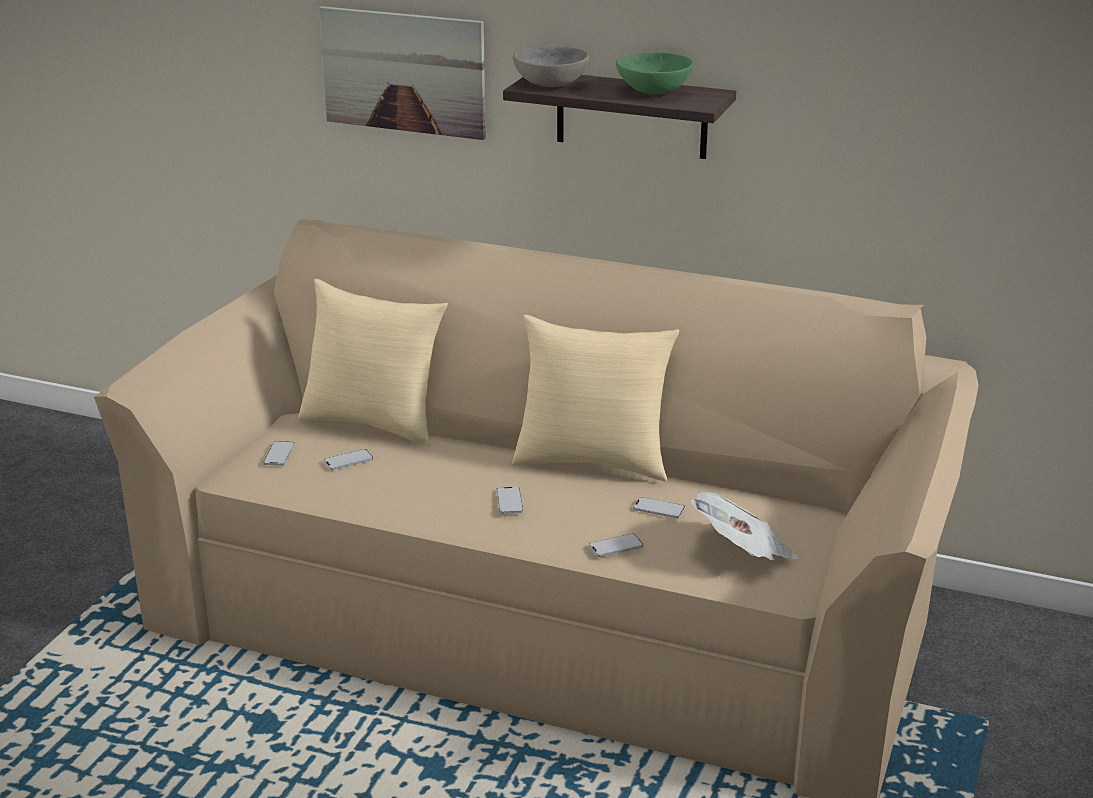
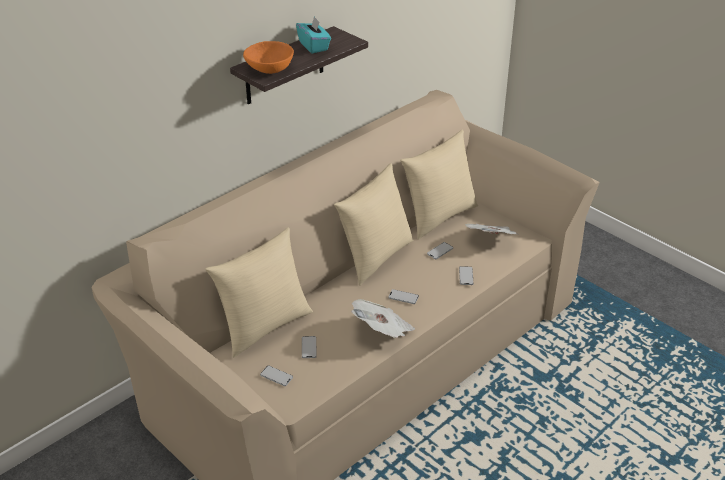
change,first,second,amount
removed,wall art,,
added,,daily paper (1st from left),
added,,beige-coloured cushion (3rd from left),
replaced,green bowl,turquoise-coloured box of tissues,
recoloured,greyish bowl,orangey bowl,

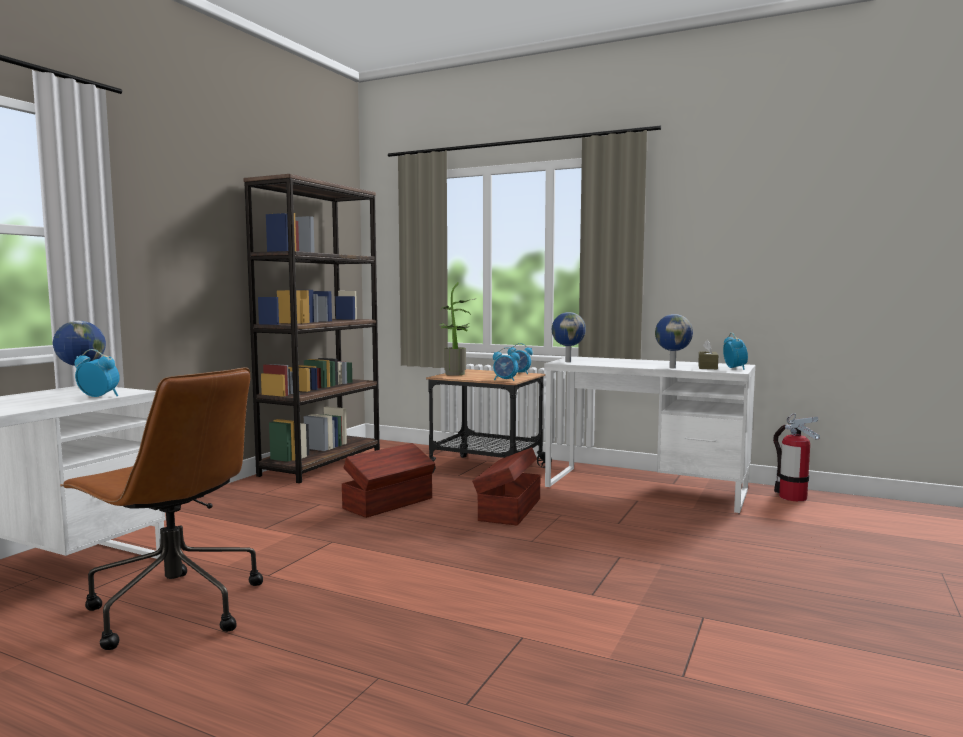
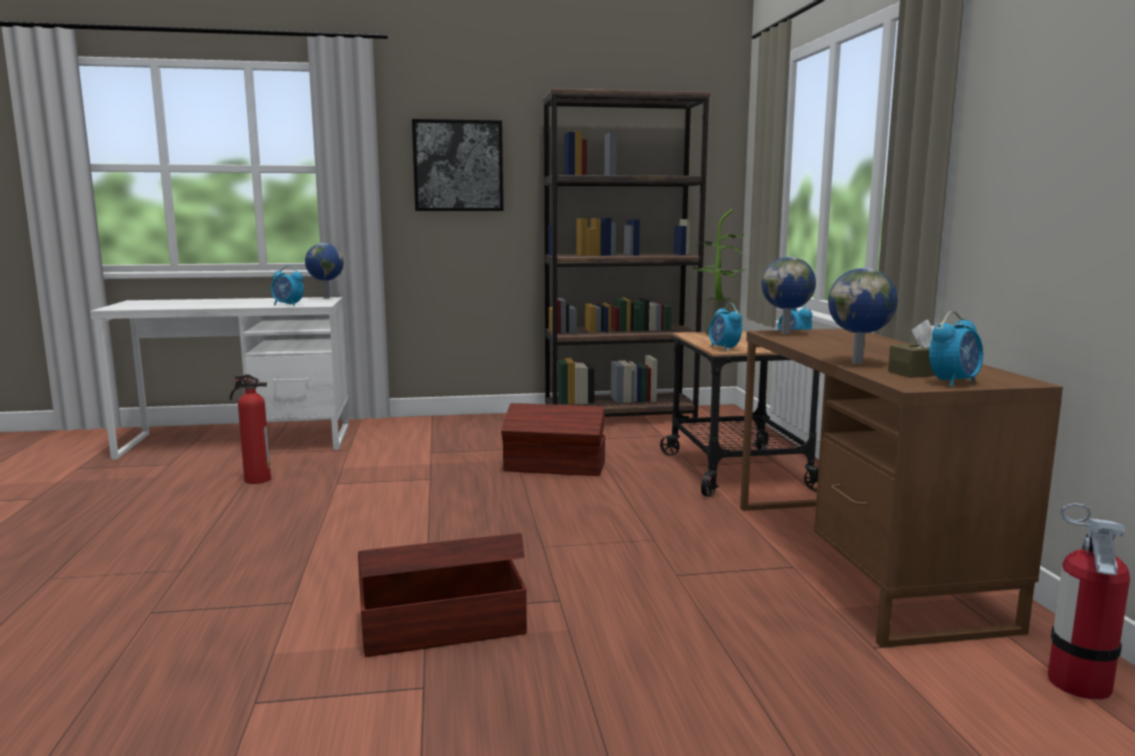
change,first,second,amount
added,,wall art,
moved,brown-coloured storage container (2nd from left in the first image),brown-coloured storage container (1st from left),
replaced,brown-coloured desk chair,fire-fighting cylinder (1st from left),
recoloured,white-coloured desk table (2nd from left),brown-coloured desk table,
turned,table clock (1st from left),,135 degrees clockwise

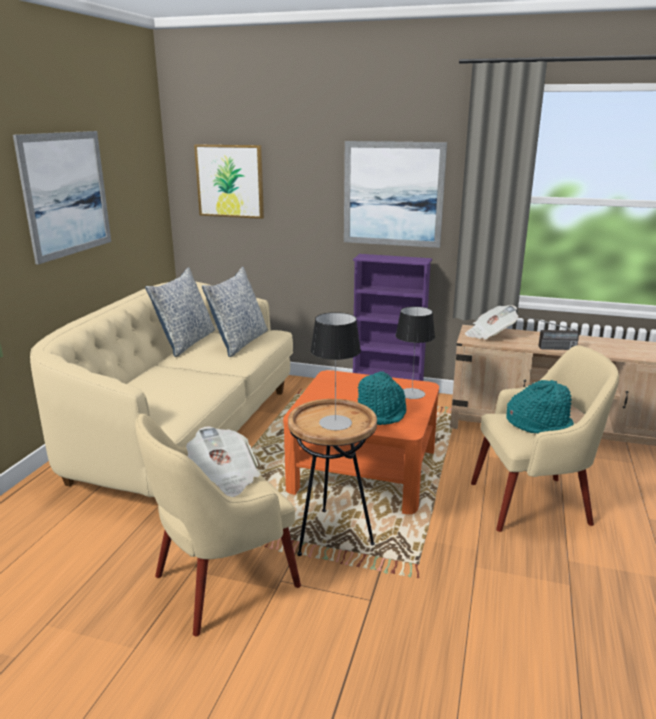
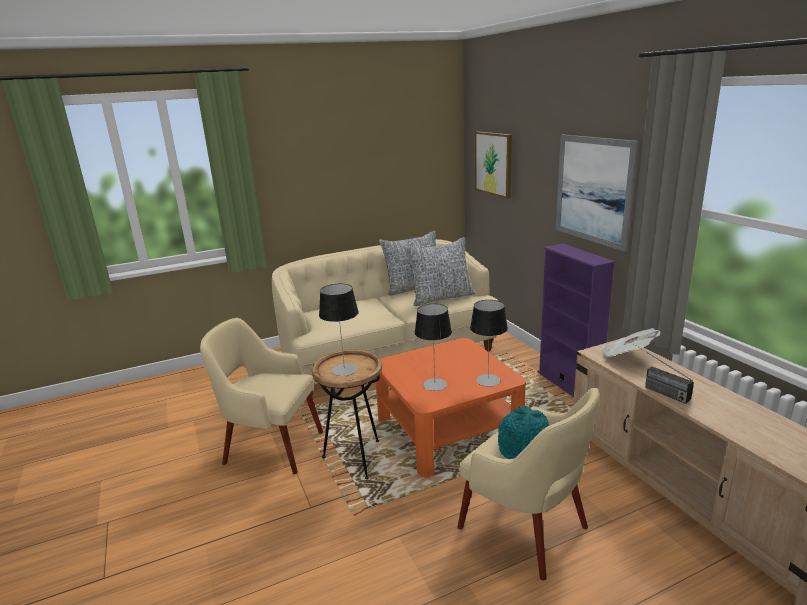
change,first,second,amount
removed,wall art (1st from left),,
removed,daily paper (1st from left),,
replaced,turquoise-coloured clothing hat (1st from left),lamp for a table (2nd from left),

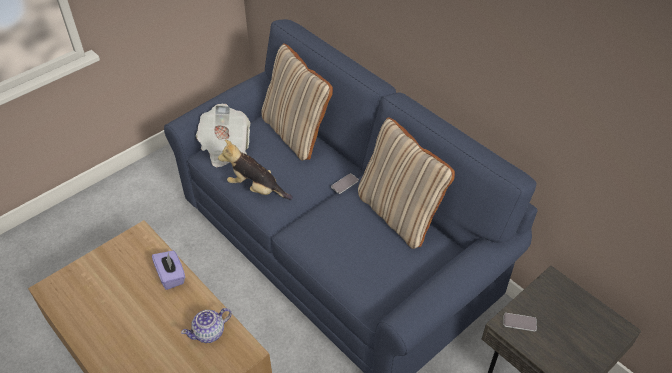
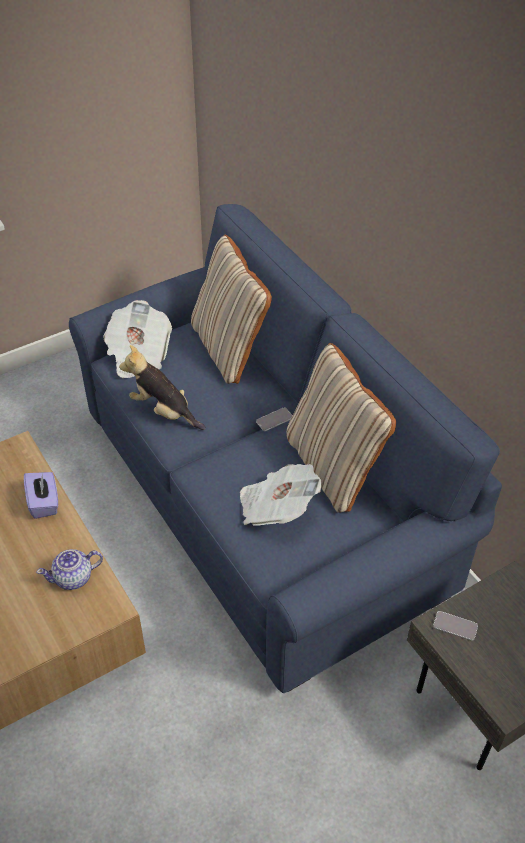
change,first,second,amount
added,,daily paper (2nd from left),

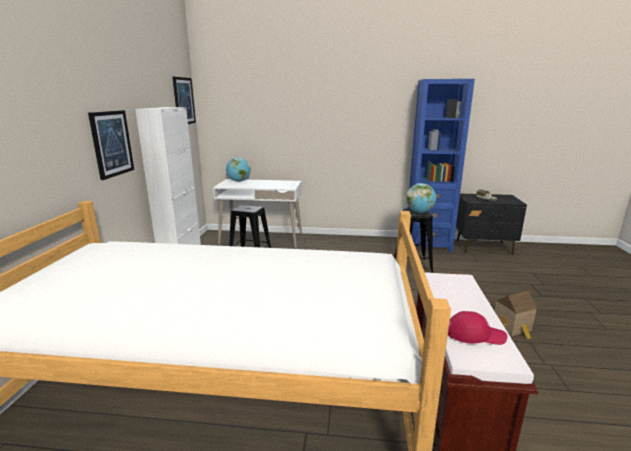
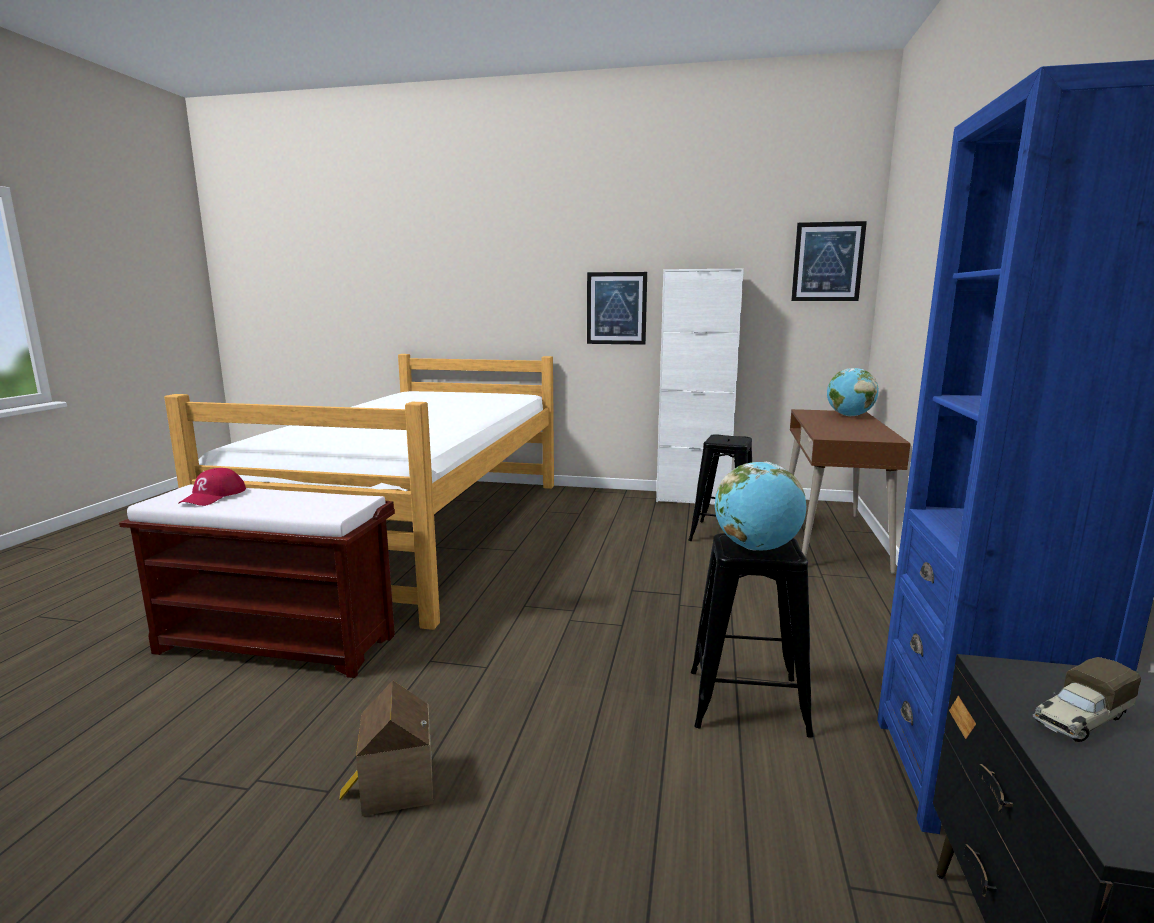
change,first,second,amount
recoloured,white-coloured desk table,brown-coloured desk table,

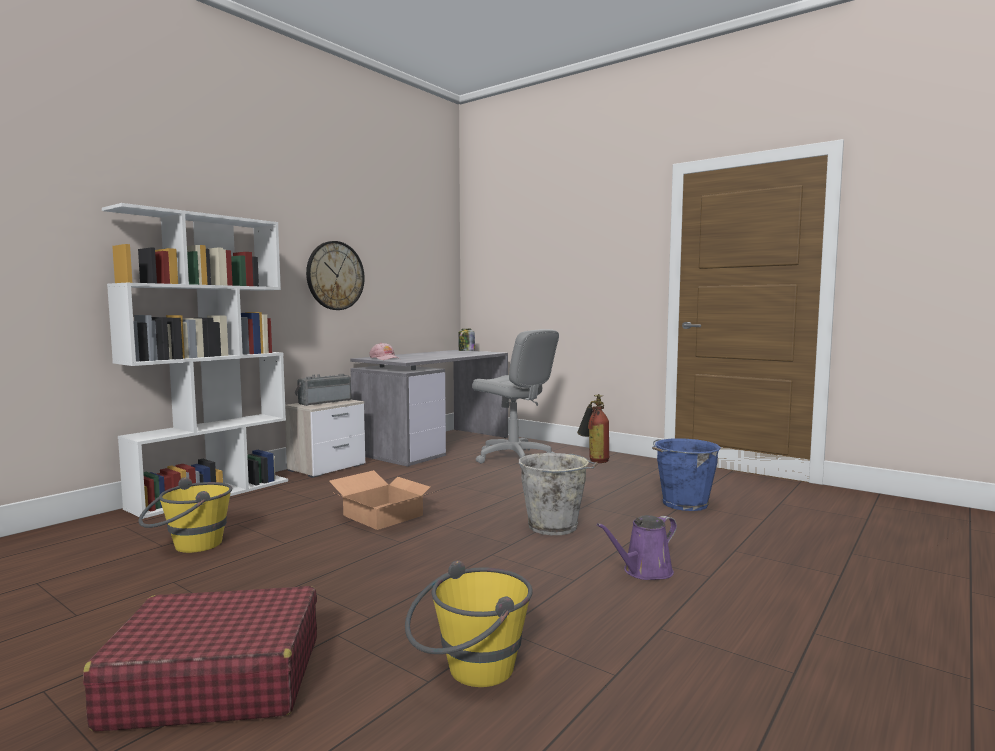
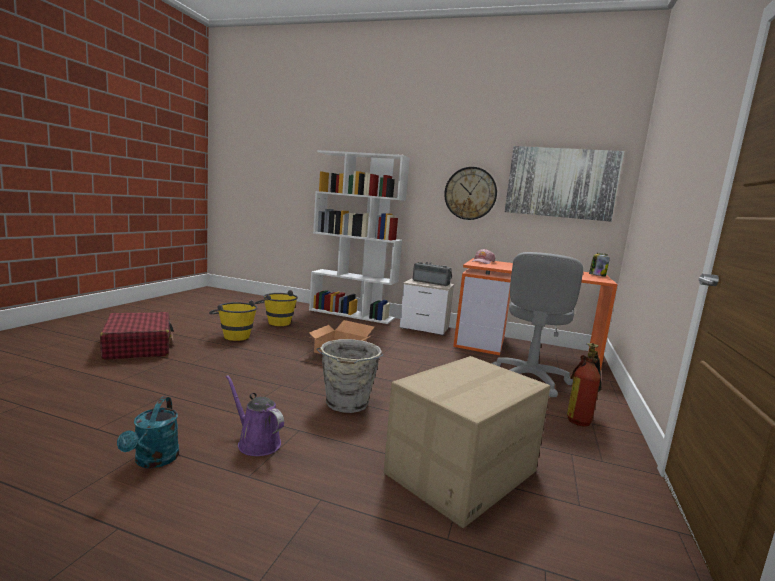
change,first,second,amount
added,,turquoise-coloured watering can,
added,,wall art,
moved,yellow-coloured bucket (2nd from left in the first image),yellow-coloured bucket (1st from left),
replaced,bluish bucket,carton (2nd from left),
recoloured,greyish desk table,orangey desk table,

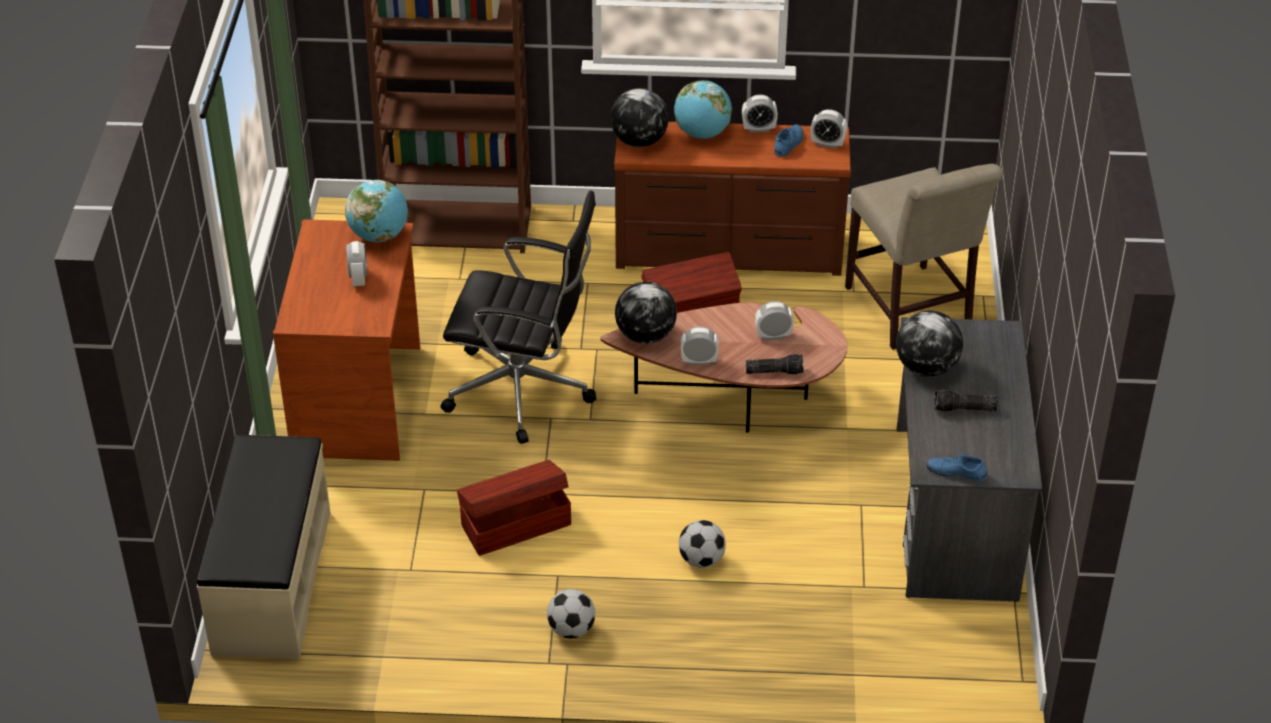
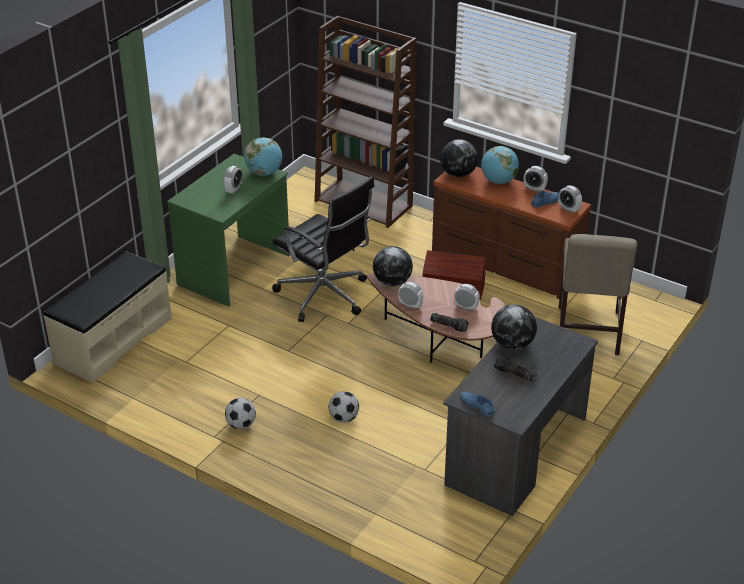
change,first,second,amount
removed,brown-coloured storage container (1st from left),,
recoloured,brown-coloured desk table,green desk table,

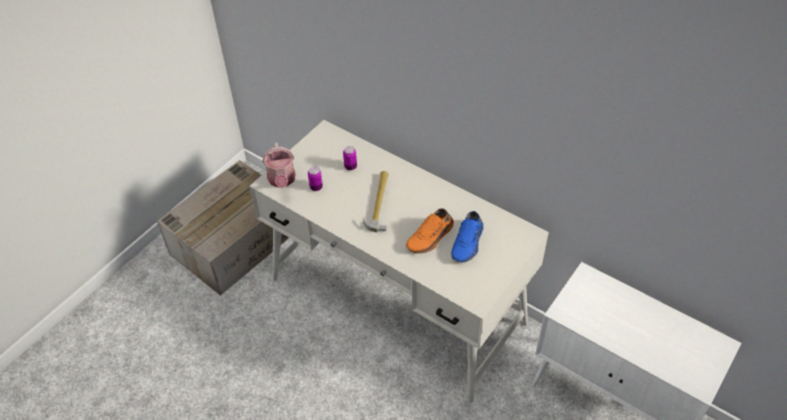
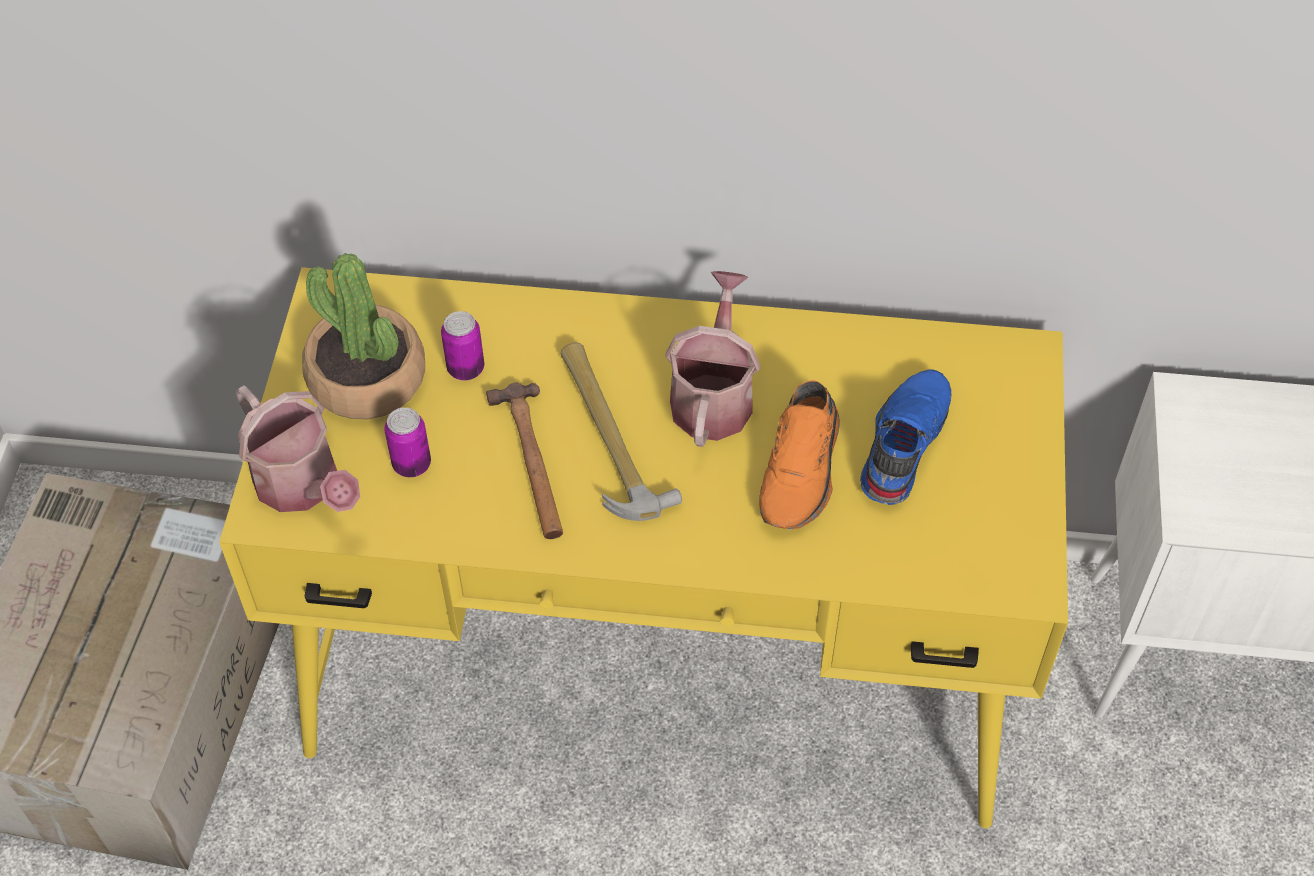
change,first,second,amount
added,,plant in a pot,
added,,hammer (1st from left),
added,,watering can (2nd from left),
recoloured,white-coloured desk table,yellow-coloured desk table,
turned,bluish item of footwear,,150 degrees counterclockwise

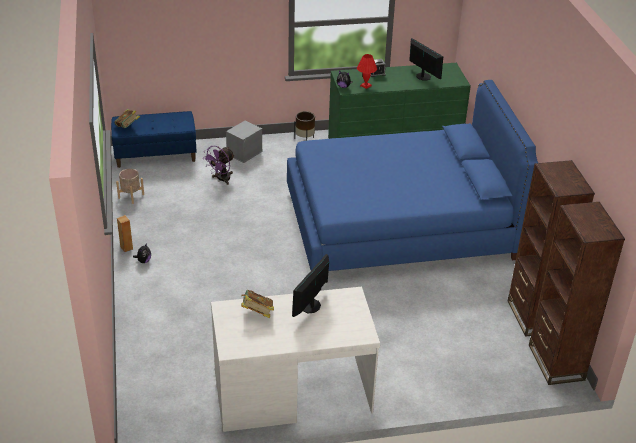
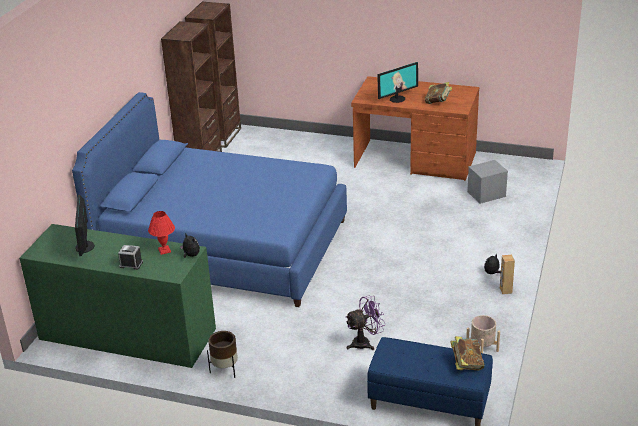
change,first,second,amount
moved,greyish storage container,,
recoloured,white-coloured desk table,brown-coloured desk table,

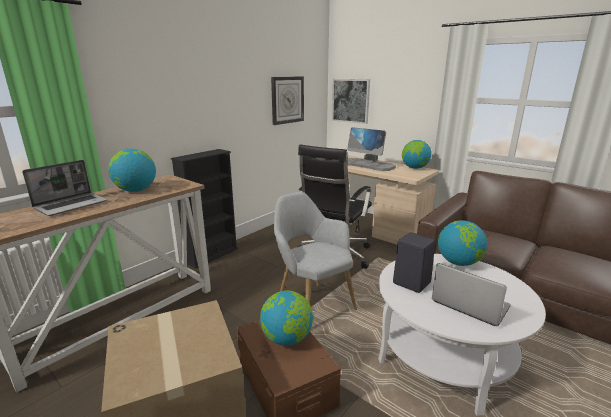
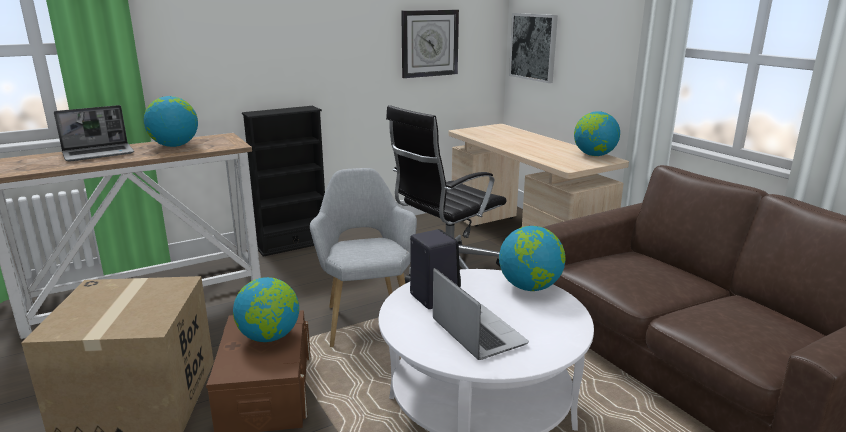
change,first,second,amount
removed,computer screen,,

